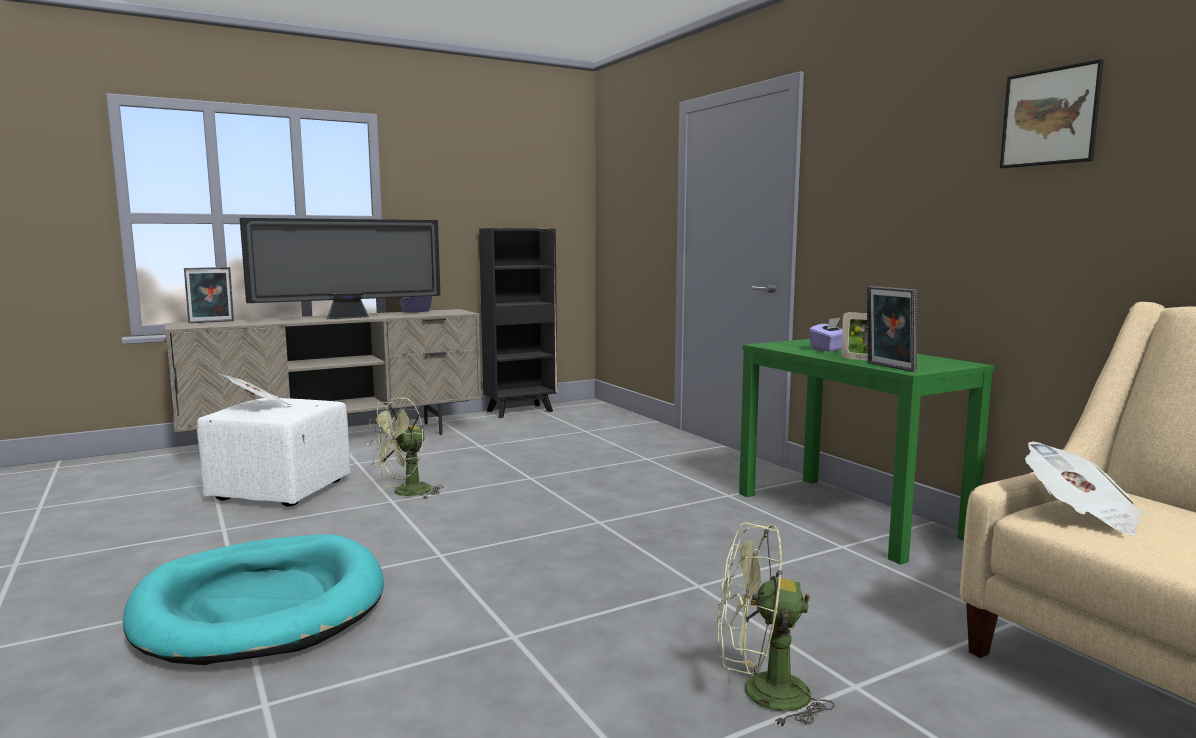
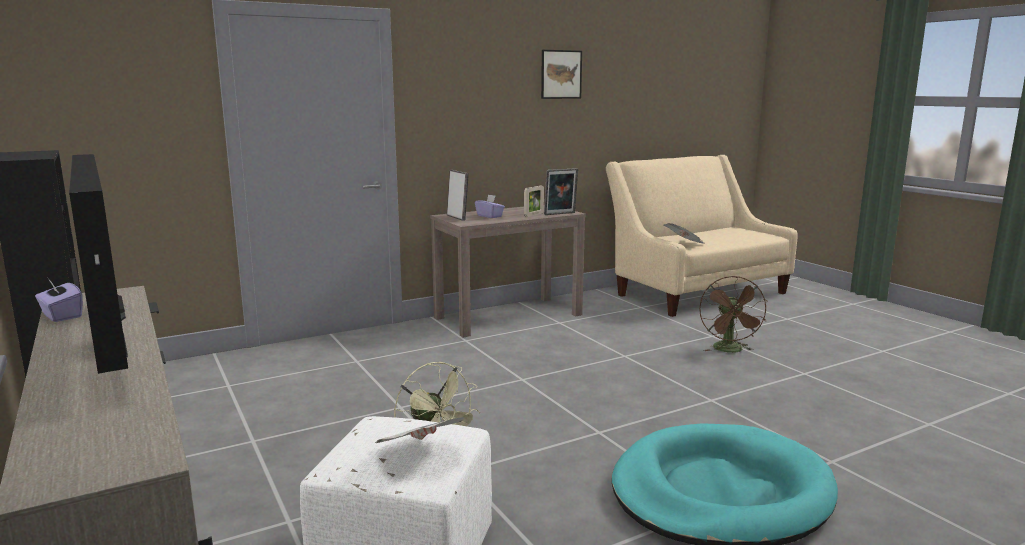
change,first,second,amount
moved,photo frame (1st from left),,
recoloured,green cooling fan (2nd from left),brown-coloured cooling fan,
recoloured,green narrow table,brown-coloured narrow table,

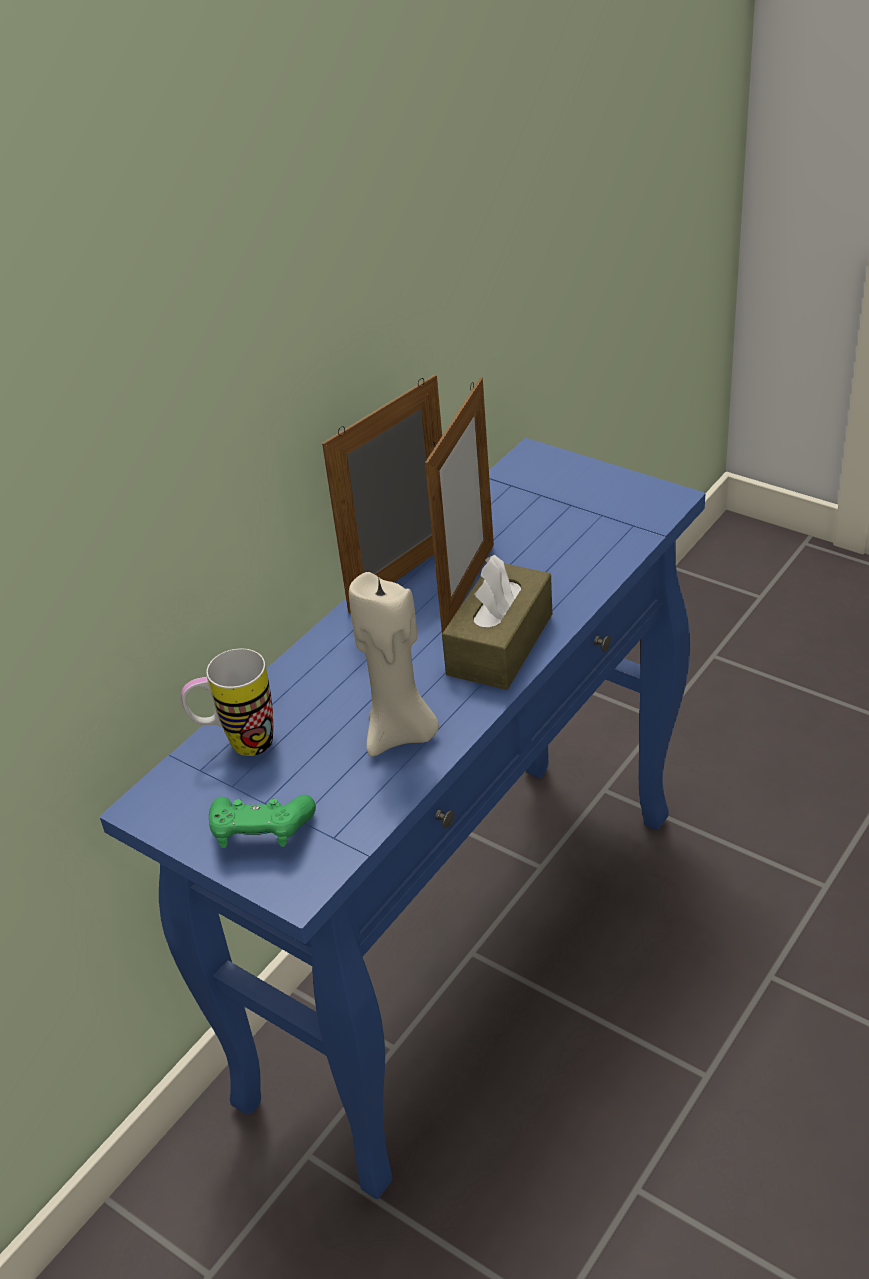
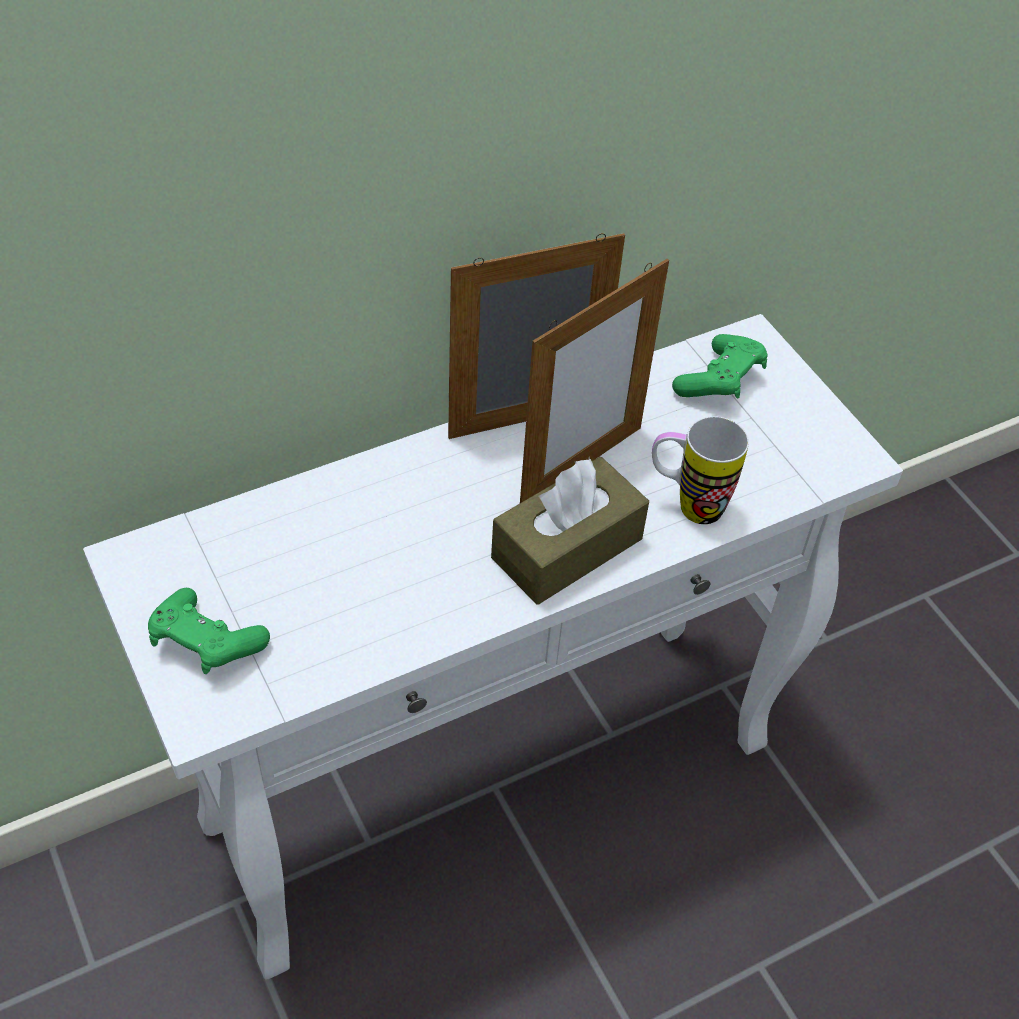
change,first,second,amount
removed,beige-coloured wax light,,
added,,green joypad (2nd from left),
moved,mug,,
recoloured,bluish narrow table,white-coloured narrow table,

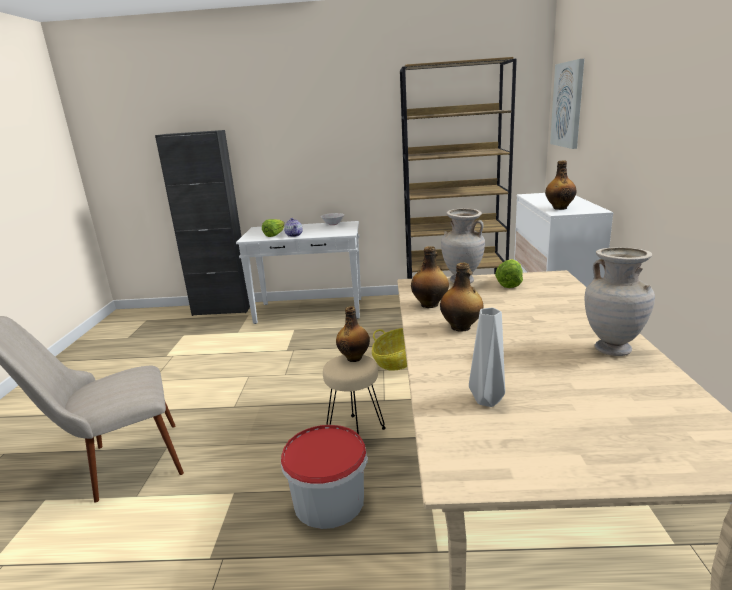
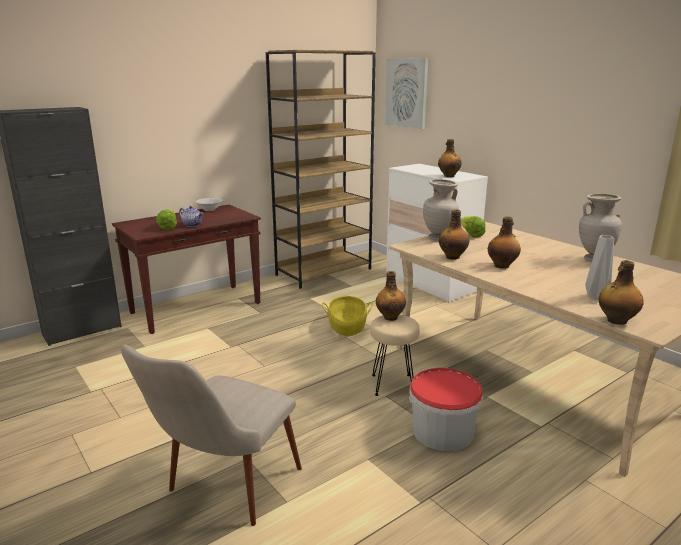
change,first,second,amount
added,,bottle (5th from left),
recoloured,white-coloured narrow table,brown-coloured narrow table,

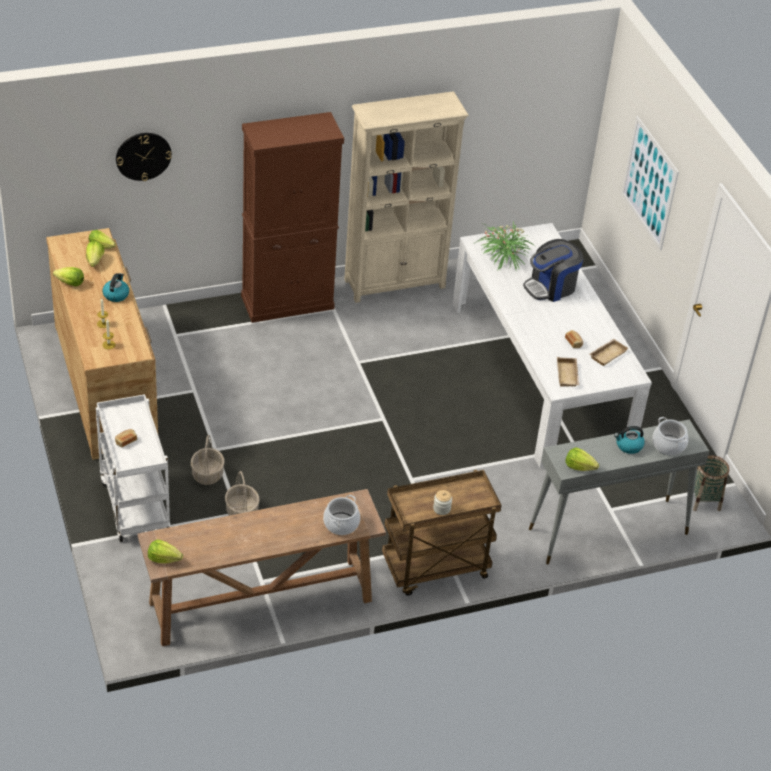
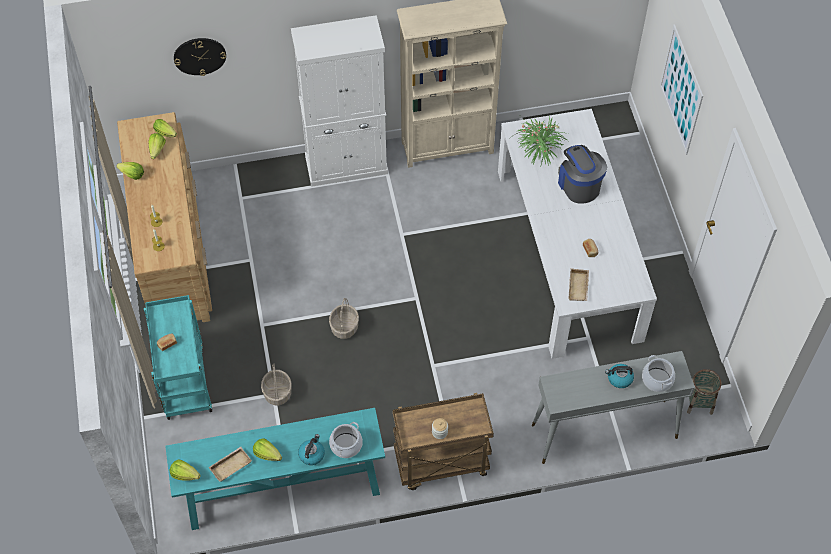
change,first,second,amount
moved,water kettle (1st from left),,
moved,household basket (1st from left in the first image),household basket (2nd from left),
moved,lettuce (5th from left),,
moved,beige-coloured serving tray (2nd from left in the first image),beige-coloured serving tray (1st from left),
recoloured,white-coloured wheeled cart,turquoise-coloured wheeled cart,
recoloured,brown-coloured narrow table,turquoise-coloured narrow table,
recoloured,brown-coloured cupboard,white-coloured cupboard,
turned,coffee machine,,90 degrees clockwise

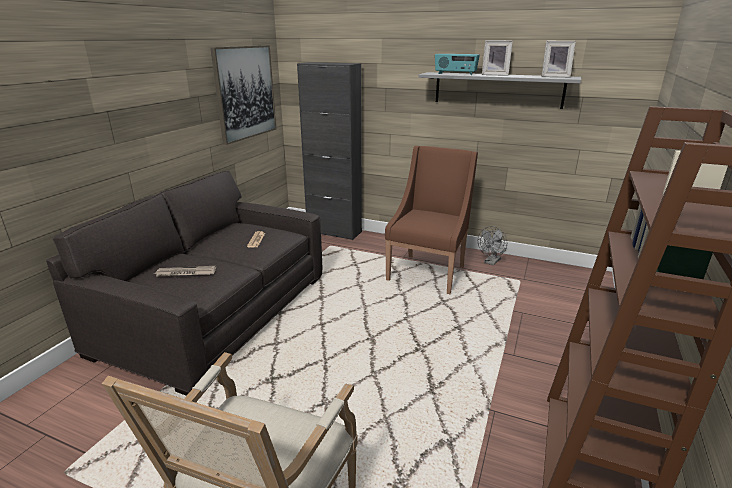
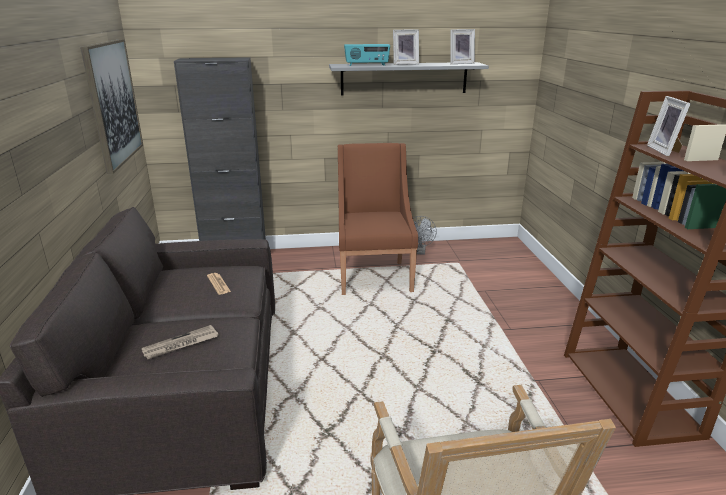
change,first,second,amount
added,,photo frame (3rd from left),

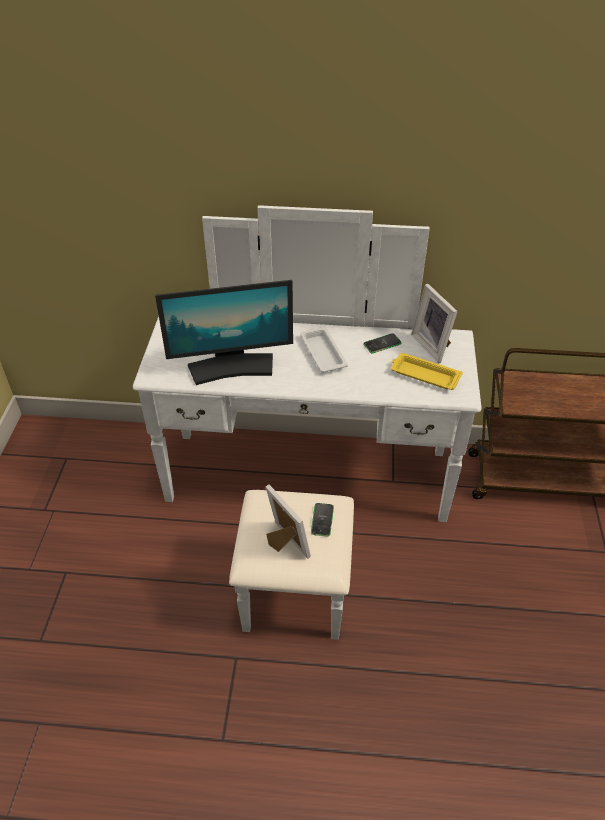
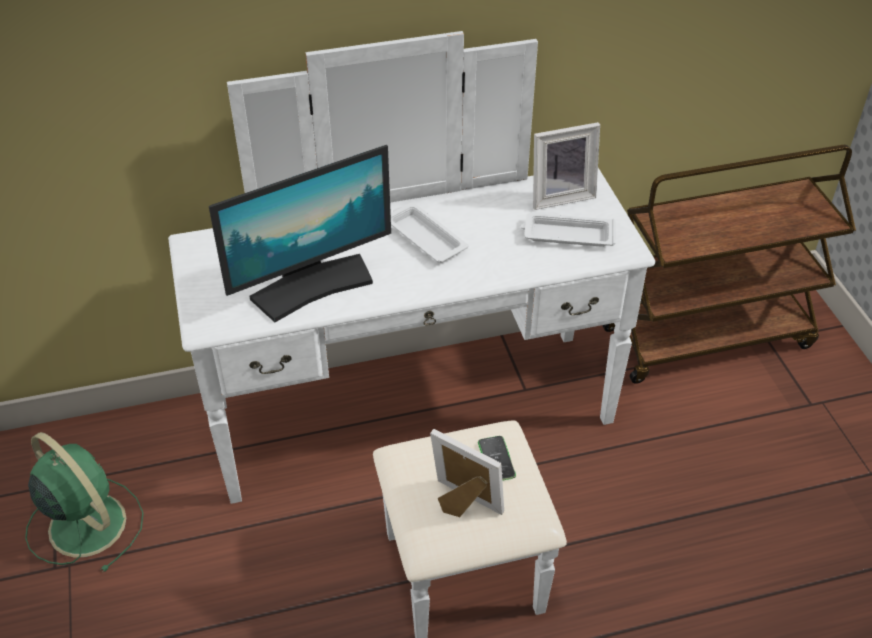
change,first,second,amount
removed,telephone (2nd from left),,
added,,green cooling fan,
recoloured,yellow-coloured serving tray,white-coloured serving tray (2nd from left),
turned,photo frame (2nd from left),,60 degrees counterclockwise

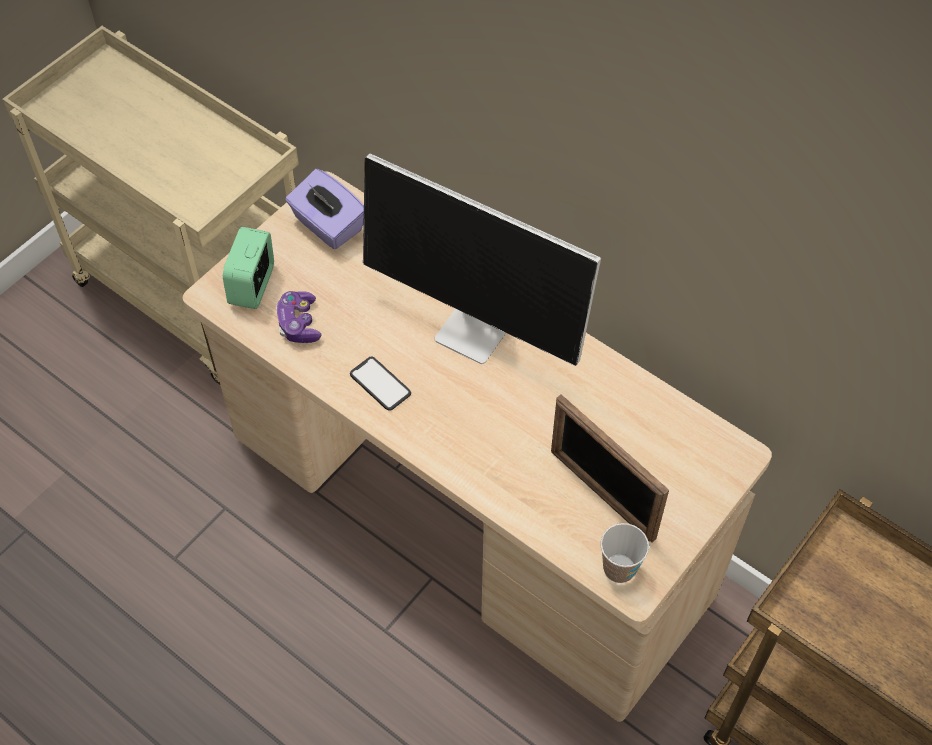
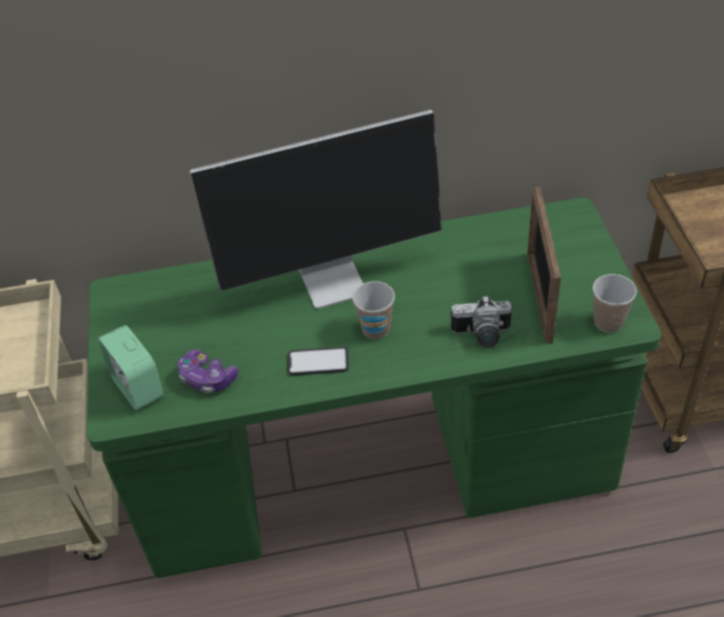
change,first,second,amount
removed,purplish box of tissues,,
added,,cup (1st from left),
added,,still camera,
recoloured,beige-coloured desk table,green desk table,
turned,photo frame,,90 degrees clockwise

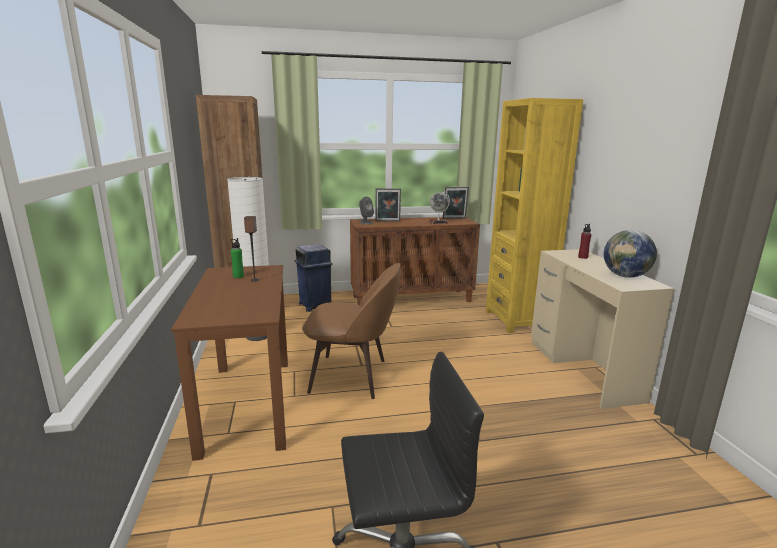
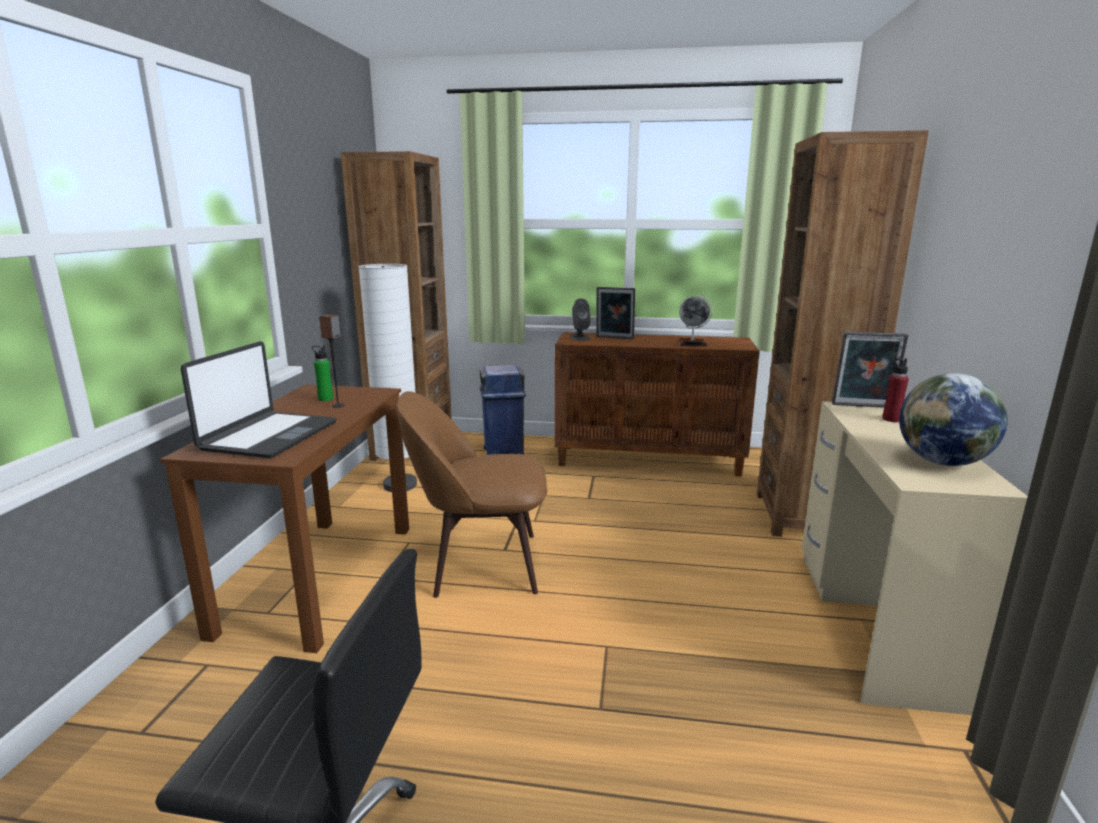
change,first,second,amount
added,,notebook computer,
moved,photo frame (2nd from left),,
recoloured,yellow-coloured bookshelf,brown-coloured bookshelf (2nd from left),
turned,brown-coloured upright chair,,150 degrees clockwise

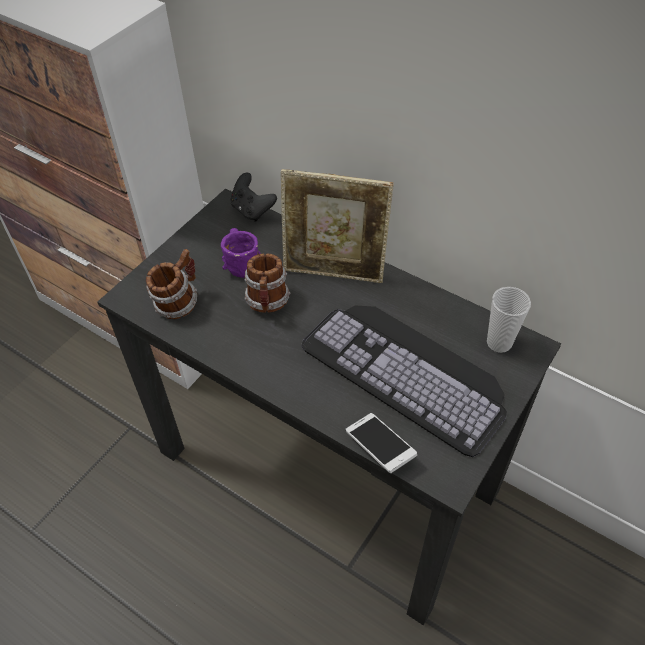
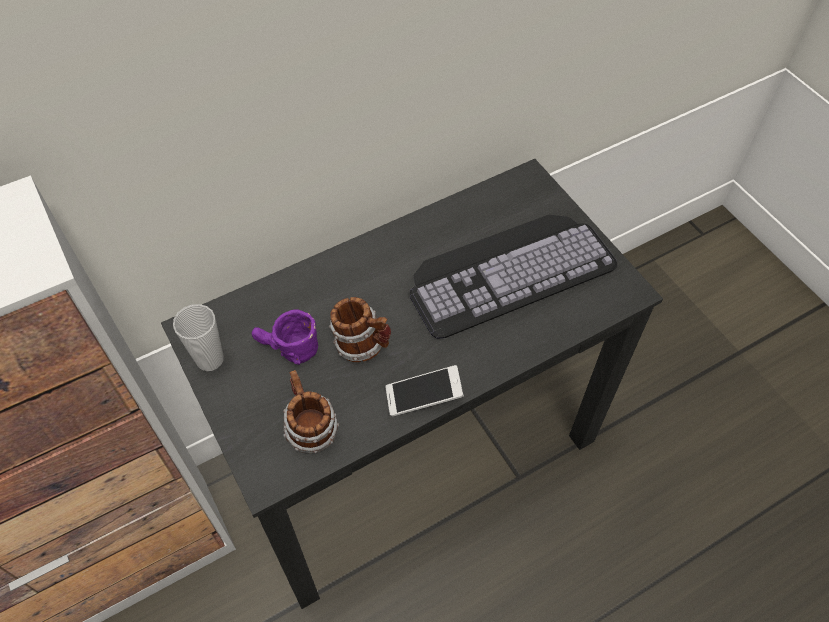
change,first,second,amount
removed,blackish joypad,,
removed,photo frame,,
moved,telephone,,
moved,cup,,

